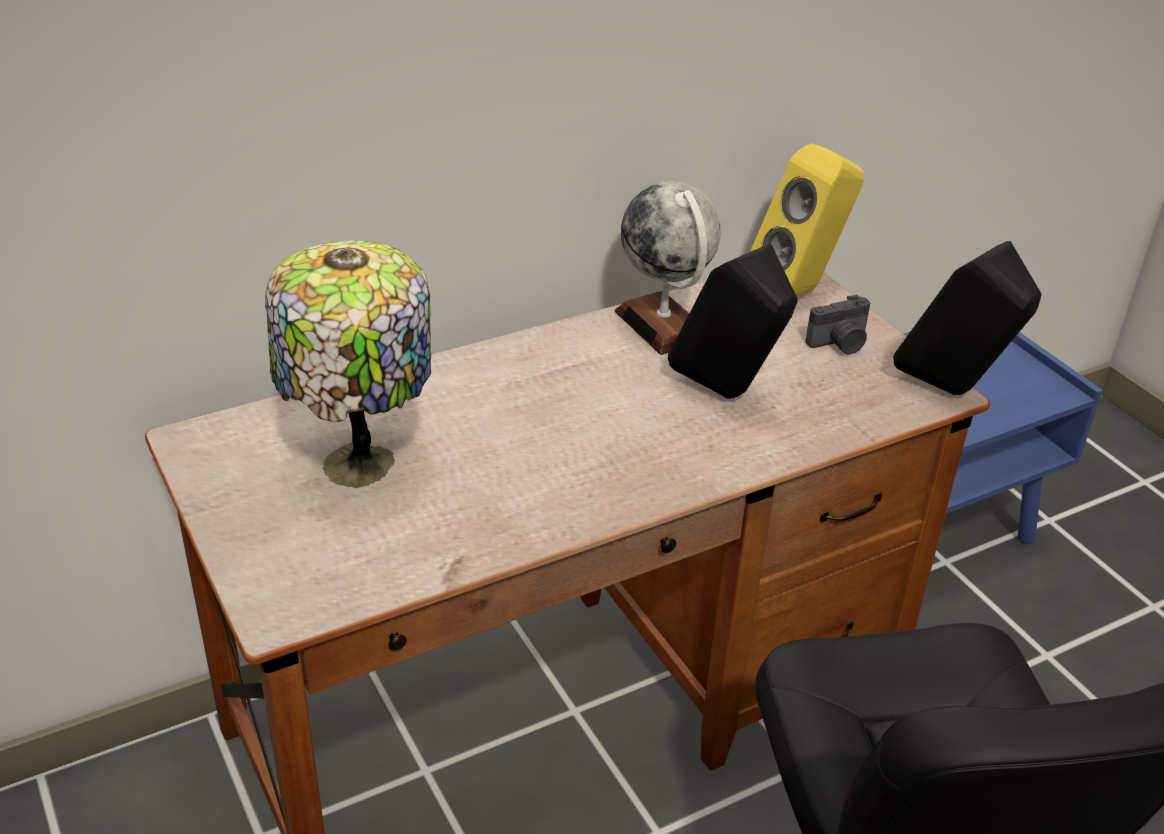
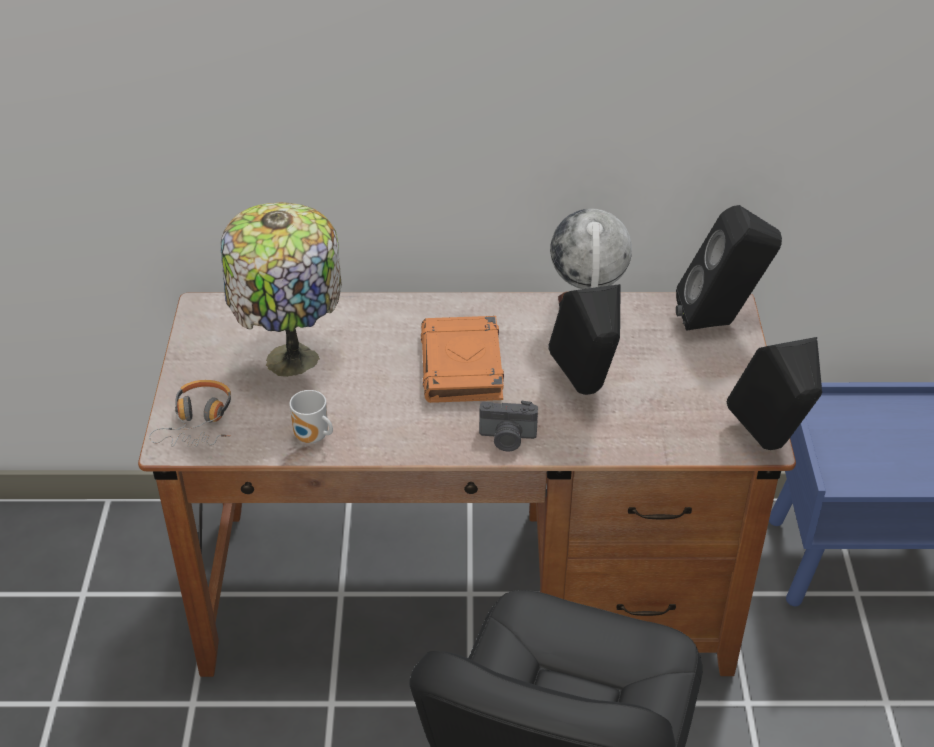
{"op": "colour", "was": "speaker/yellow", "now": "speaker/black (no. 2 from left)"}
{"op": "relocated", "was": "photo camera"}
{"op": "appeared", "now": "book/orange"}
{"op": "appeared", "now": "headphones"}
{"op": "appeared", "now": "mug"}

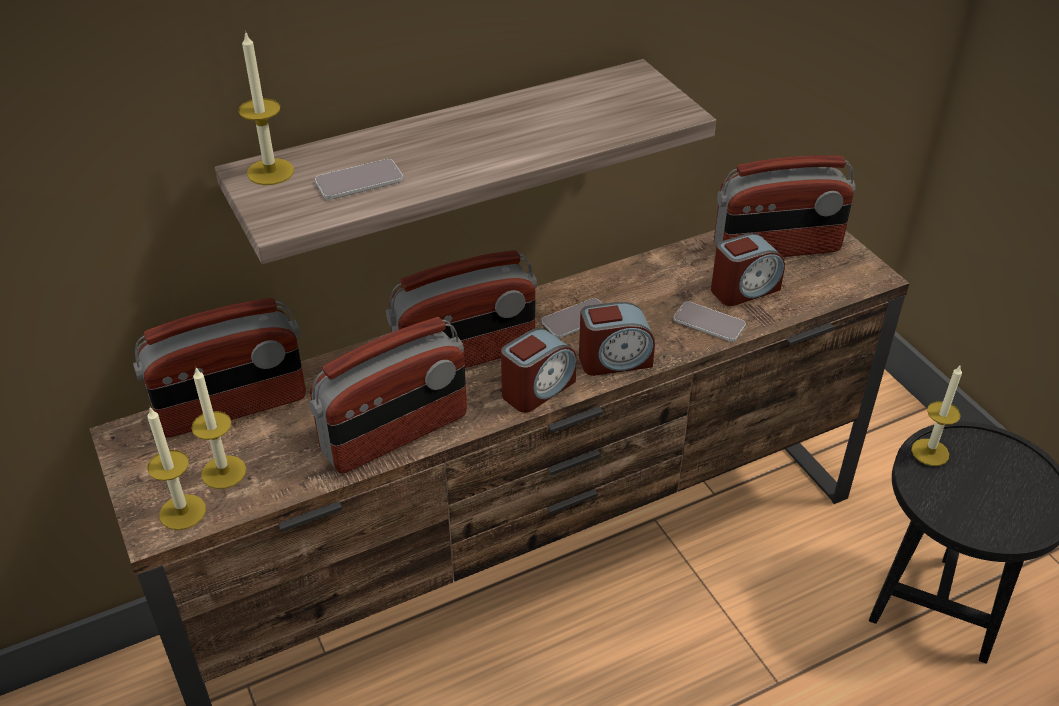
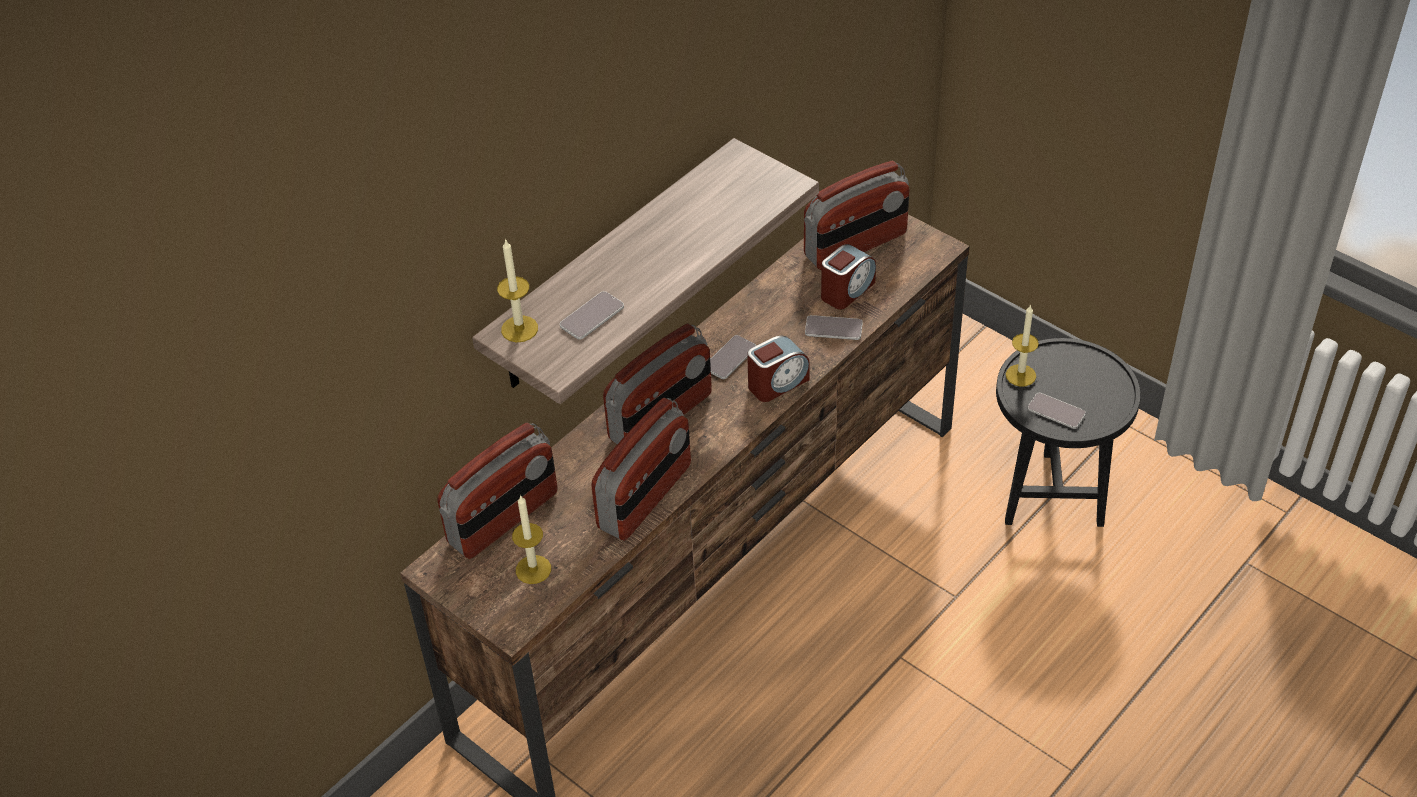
{"op": "missing", "was": "alarm clock (no. 1 from left)"}
{"op": "missing", "was": "candle (no. 1 from left)"}
{"op": "appeared", "now": "phone (no. 4 from left)"}

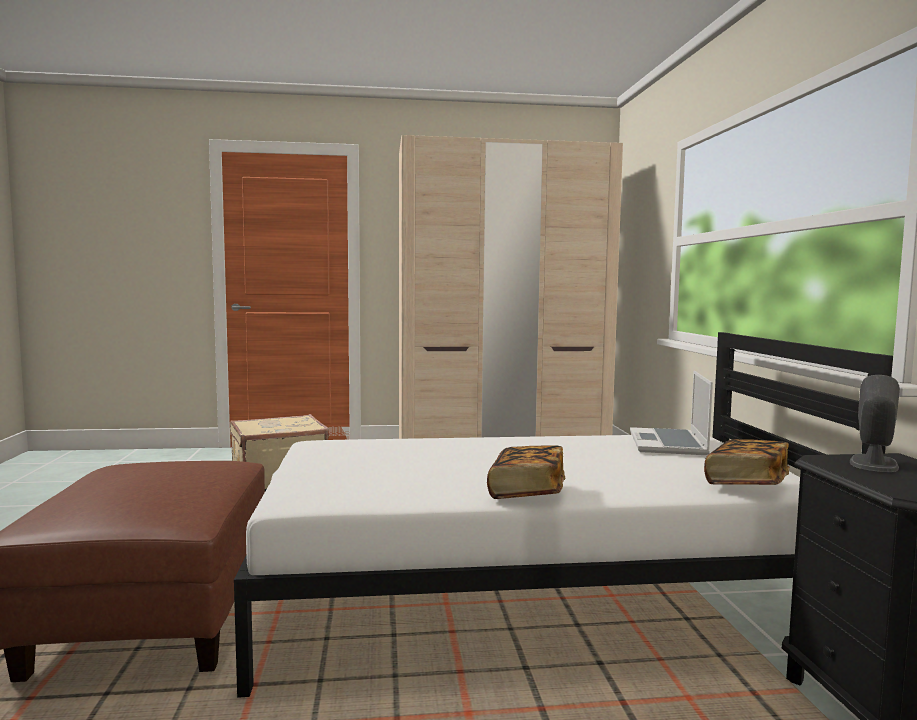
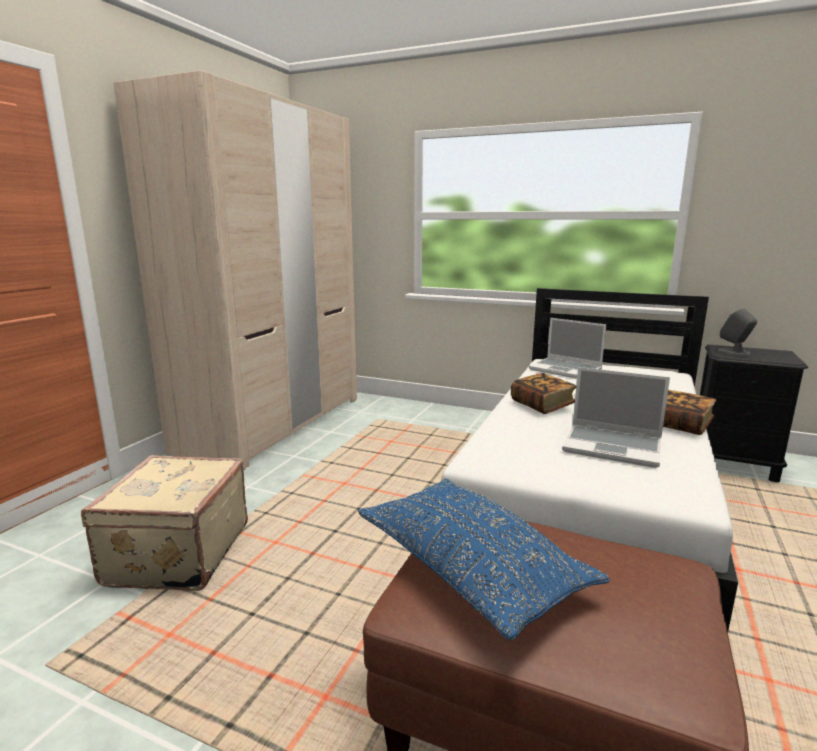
{"op": "relocated", "was": "book (no. 2 from left in the first image)", "now": "book (no. 1 from left)"}
{"op": "appeared", "now": "laptop (no. 2 from left)"}
{"op": "appeared", "now": "pillow/blue"}

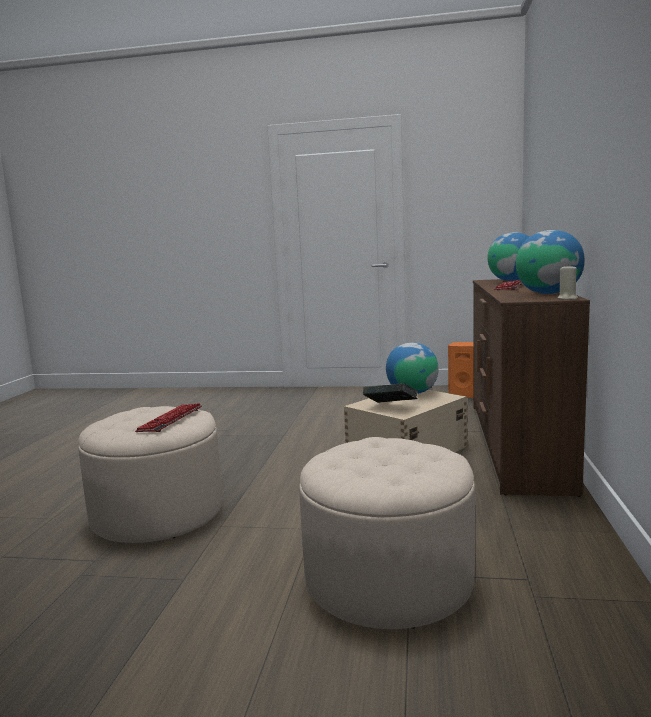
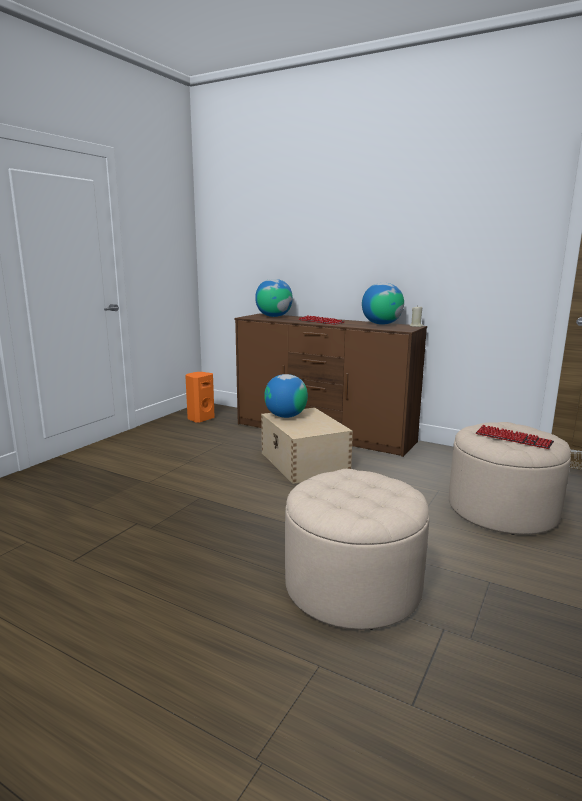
{"op": "missing", "was": "book"}
{"op": "relocated", "was": "keyboard (no. 1 from left in the first image)", "now": "keyboard (no. 2 from left)"}

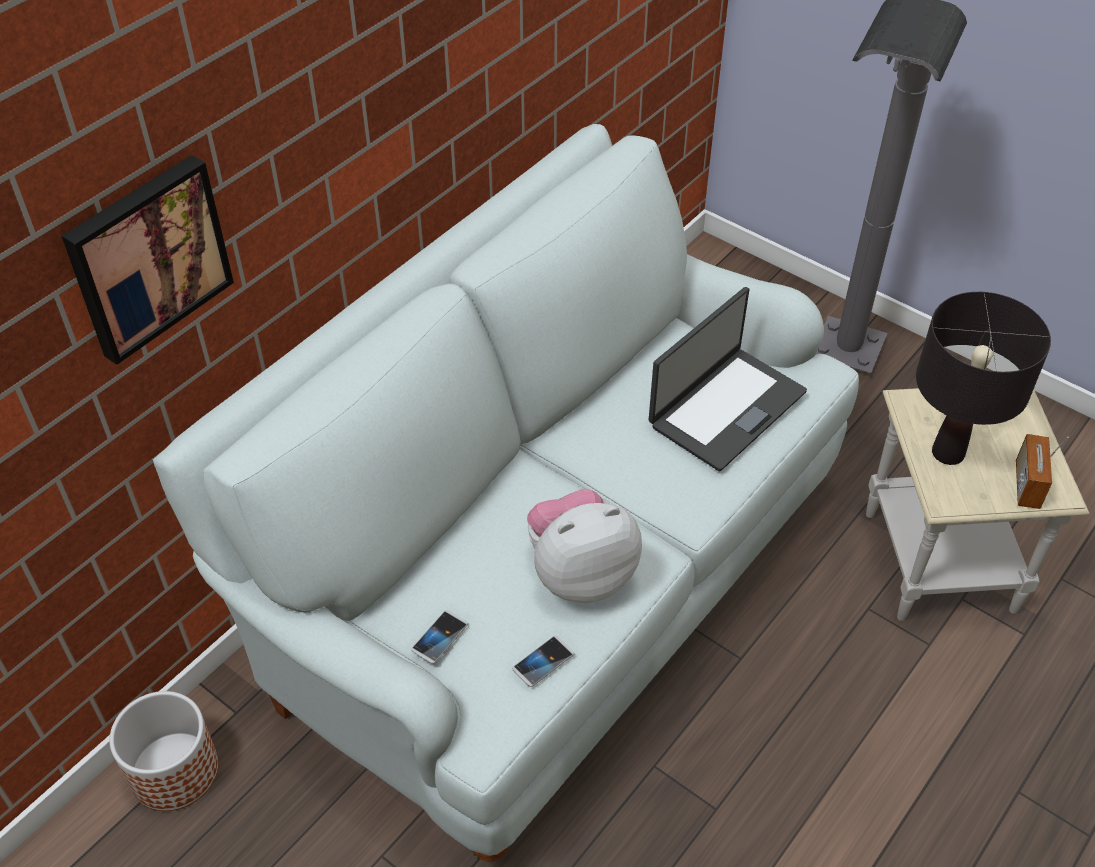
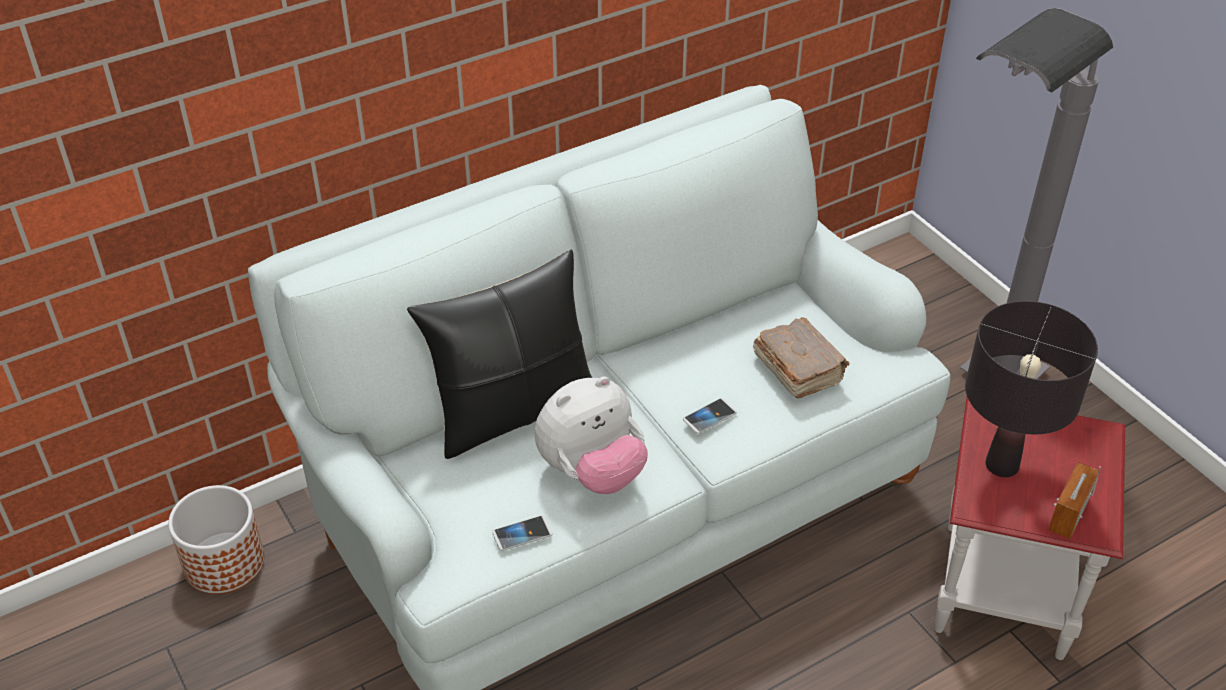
{"op": "missing", "was": "picture"}
{"op": "exchanged", "was": "laptop", "now": "book/brown"}
{"op": "colour", "was": "side table/beige", "now": "side table/red"}
{"op": "spun", "was": "plush toy", "clockwise": 150}
{"op": "relocated", "was": "phone (no. 1 from left in the first image)", "now": "phone (no. 2 from left)"}
{"op": "appeared", "now": "pillow/black"}

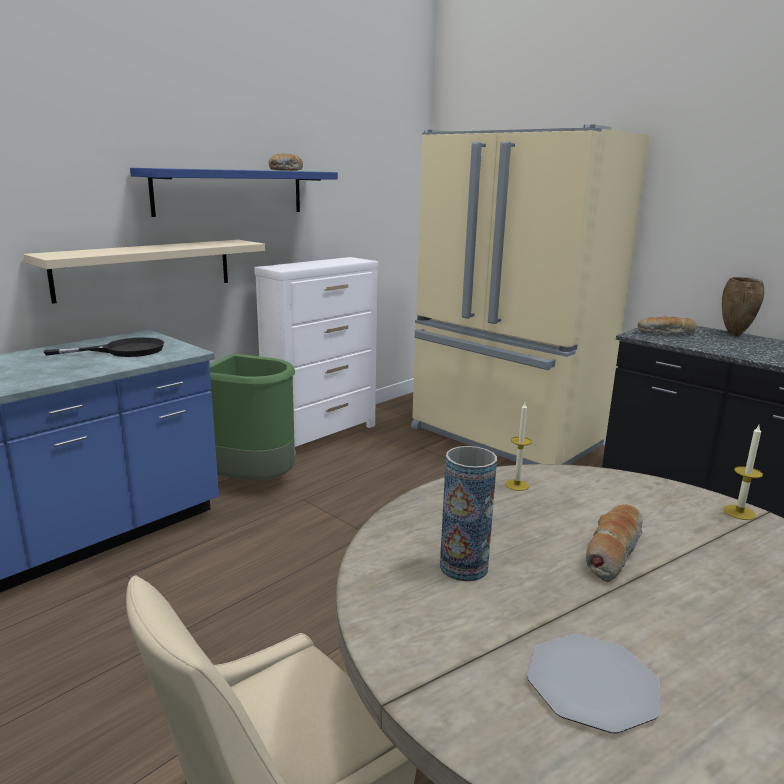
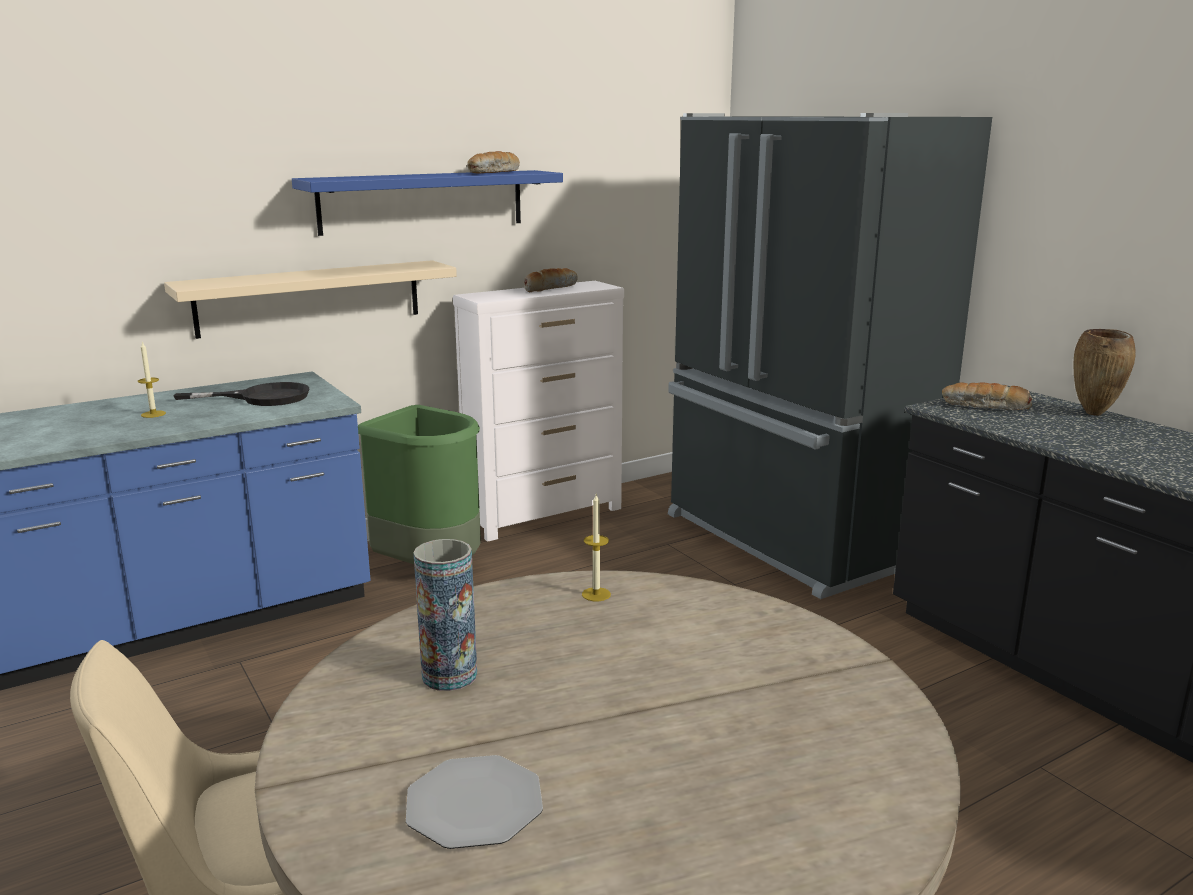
{"op": "colour", "was": "fridge/beige", "now": "fridge/black"}
{"op": "relocated", "was": "candle (no. 2 from left in the first image)", "now": "candle (no. 1 from left)"}
{"op": "relocated", "was": "bread (no. 2 from left)"}

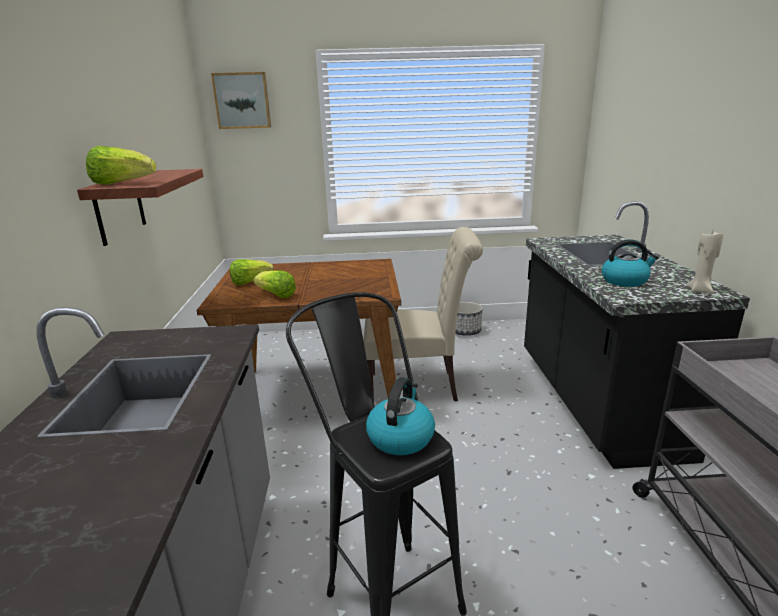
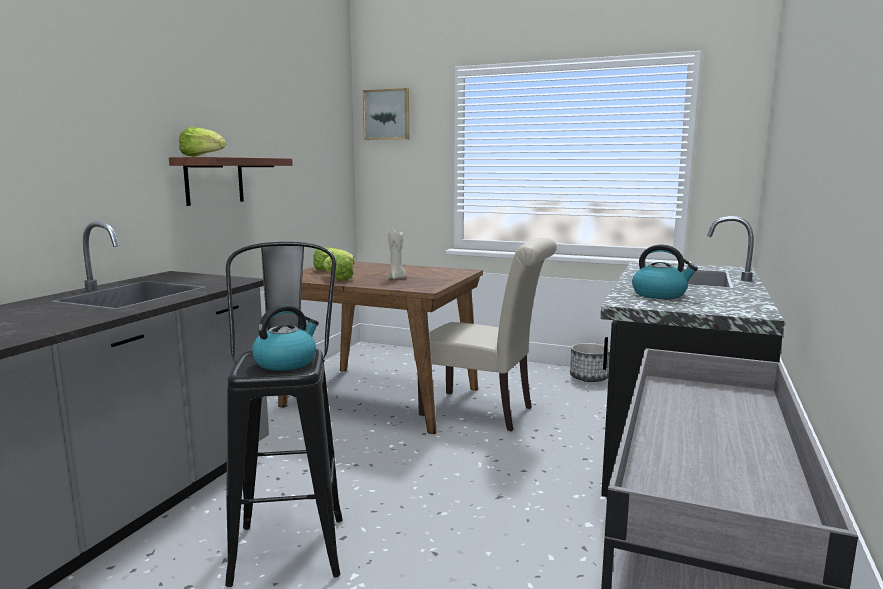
{"op": "relocated", "was": "candle/beige"}

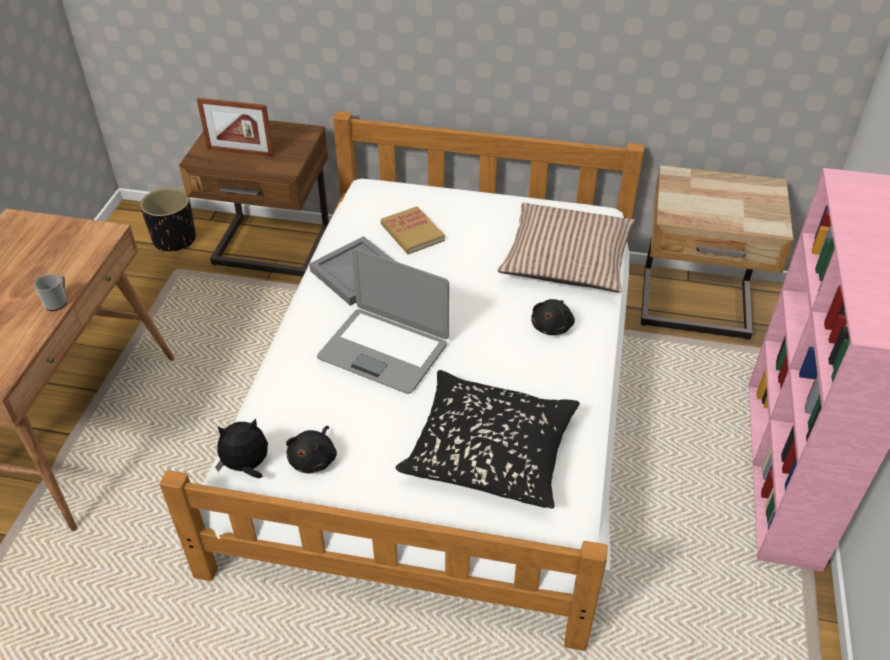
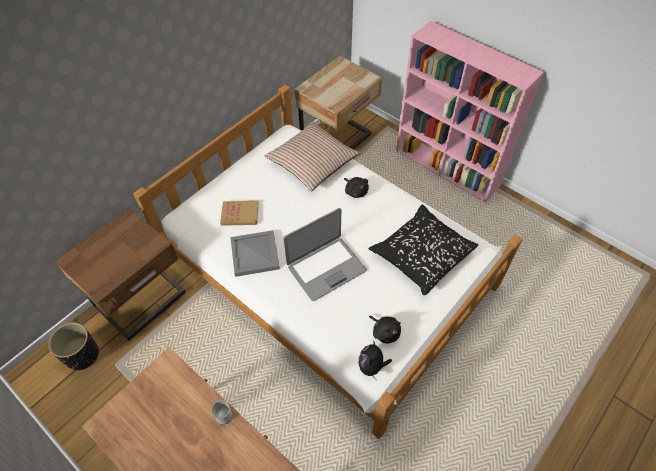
{"op": "missing", "was": "picture frame"}

